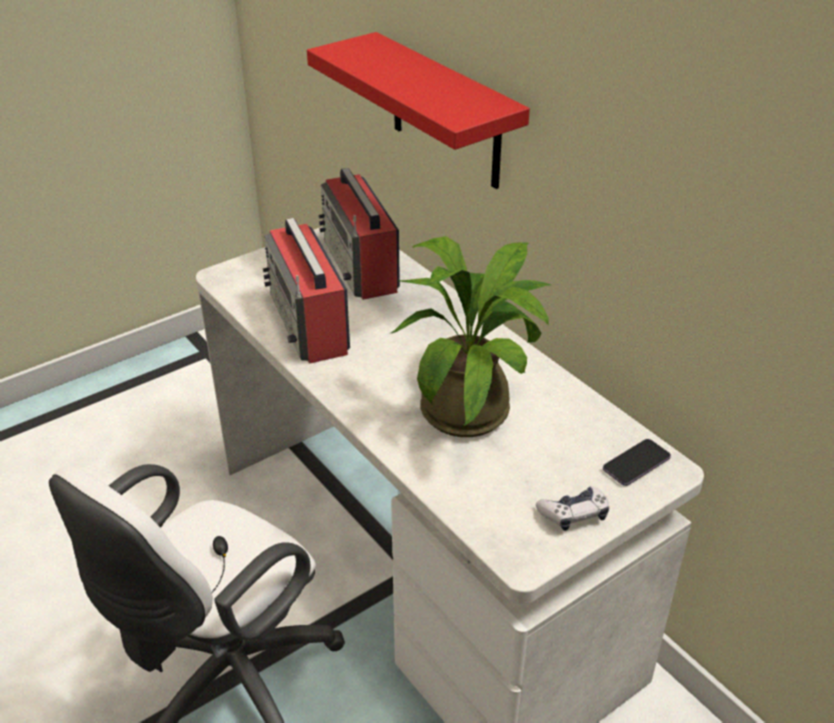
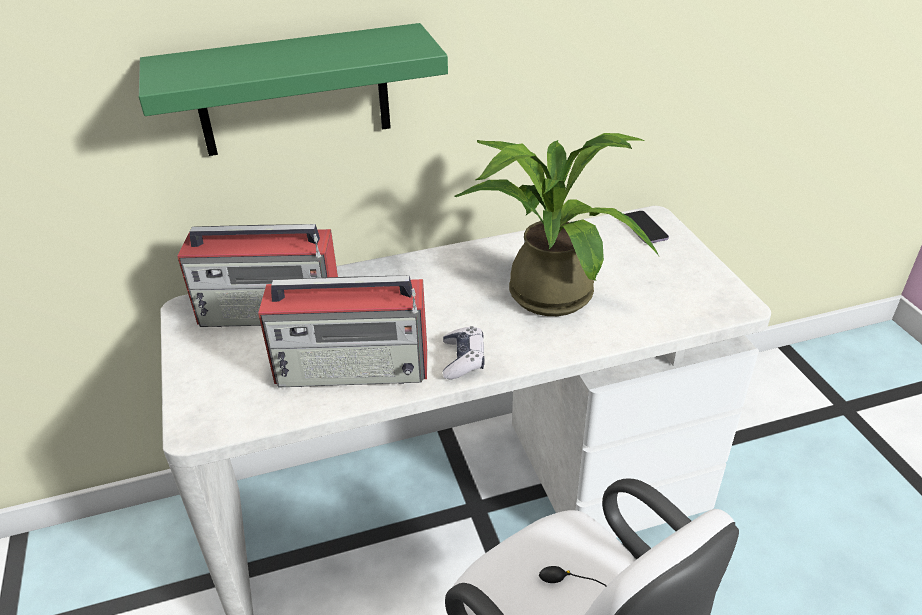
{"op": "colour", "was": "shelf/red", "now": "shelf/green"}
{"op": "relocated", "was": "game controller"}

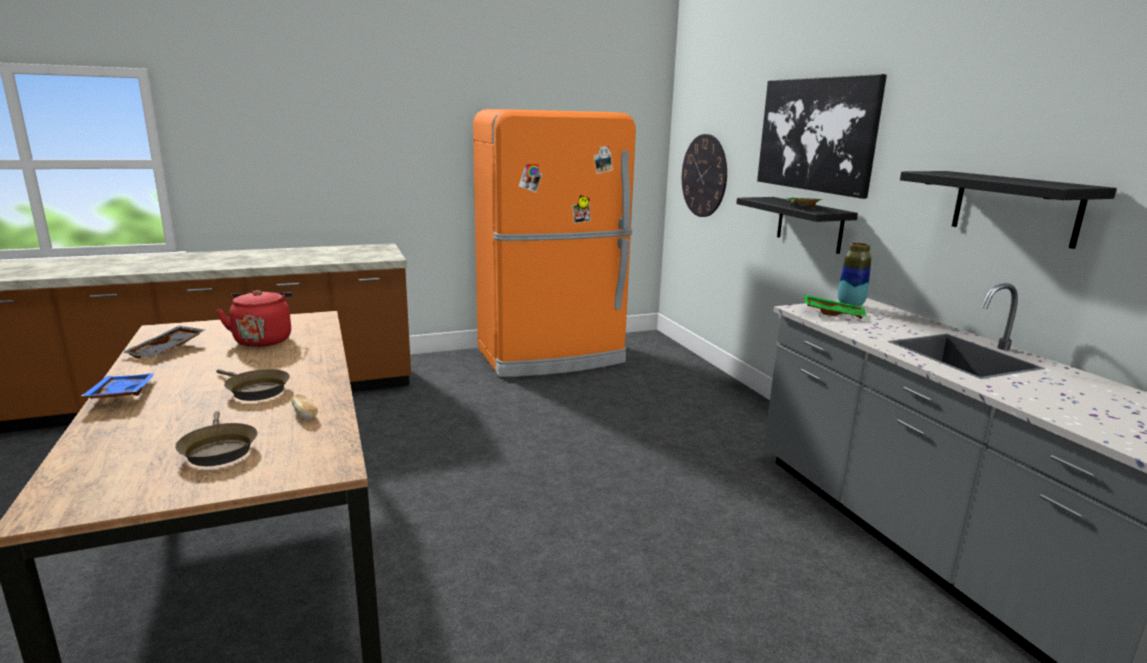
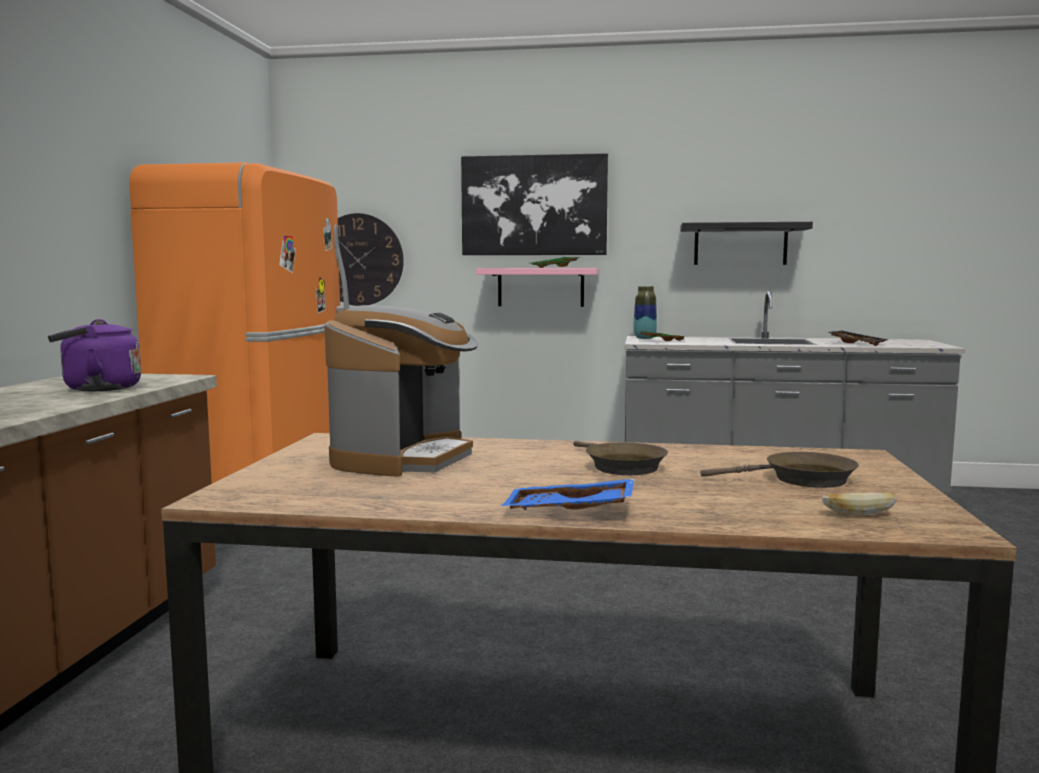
{"op": "colour", "was": "shelf/black (no. 1 from left)", "now": "shelf/pink"}
{"op": "exchanged", "was": "kettle/red", "now": "coffee machine"}
{"op": "relocated", "was": "tray/black"}
{"op": "spun", "was": "frying pan/brown (no. 2 from left in the first image)", "clockwise": 90}
{"op": "relocated", "was": "bread"}
{"op": "appeared", "now": "kettle/purple"}

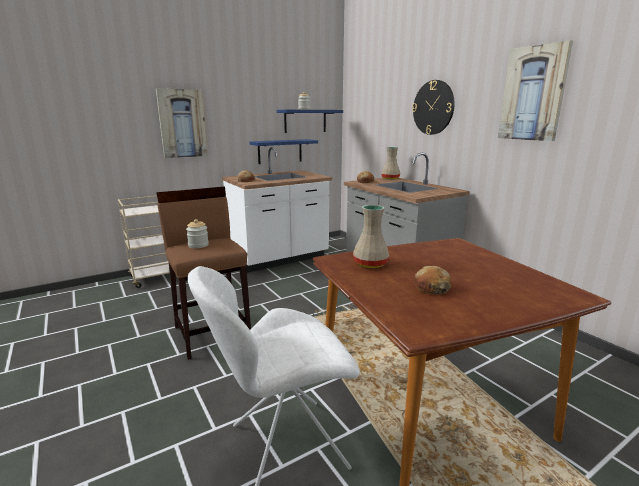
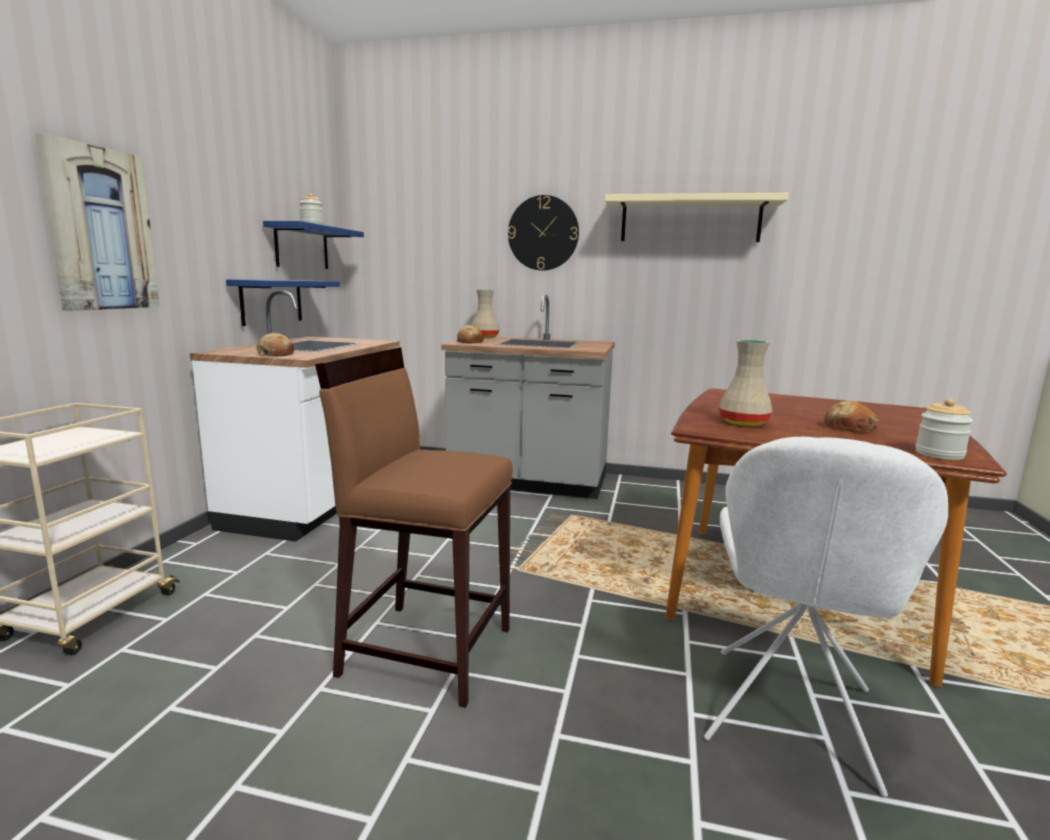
{"op": "exchanged", "was": "picture (no. 2 from left)", "now": "shelf/beige"}
{"op": "relocated", "was": "jar (no. 1 from left in the first image)", "now": "jar (no. 2 from left)"}

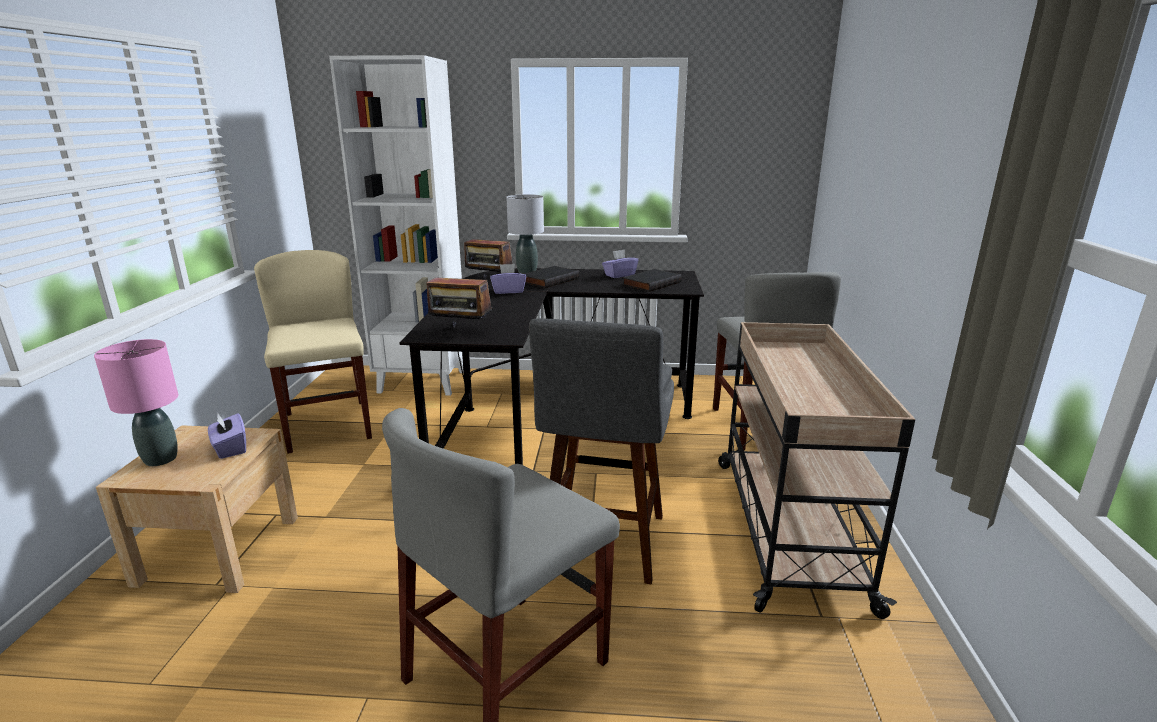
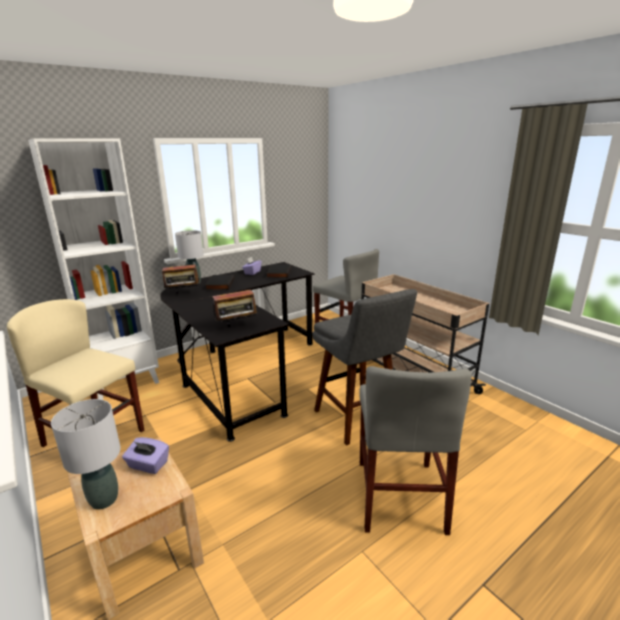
{"op": "missing", "was": "tissue box/purple (no. 2 from left)"}
{"op": "colour", "was": "table lamp/pink", "now": "table lamp/grey (no. 1 from left)"}

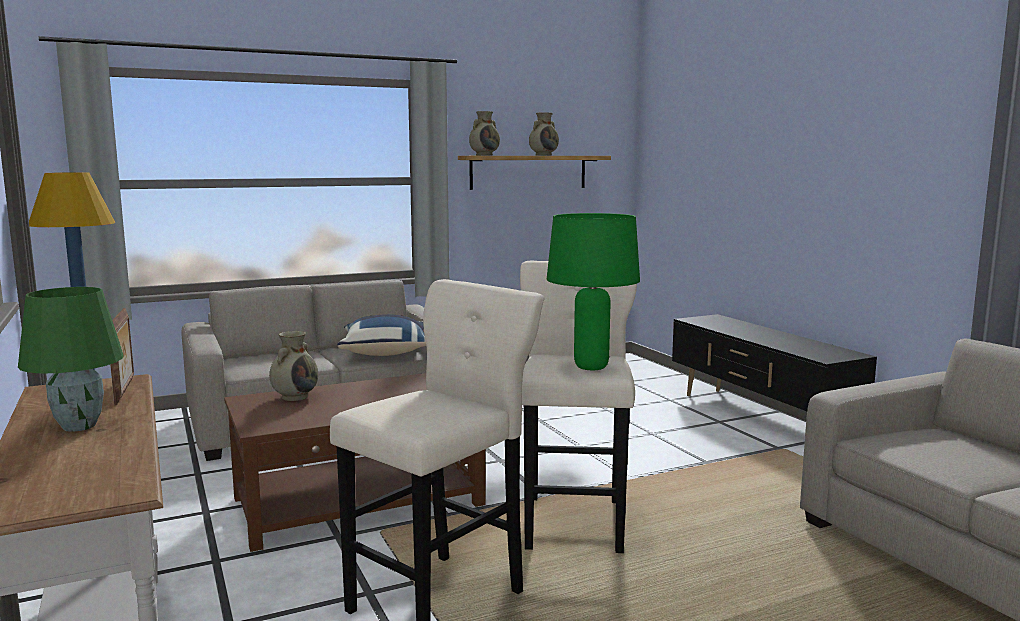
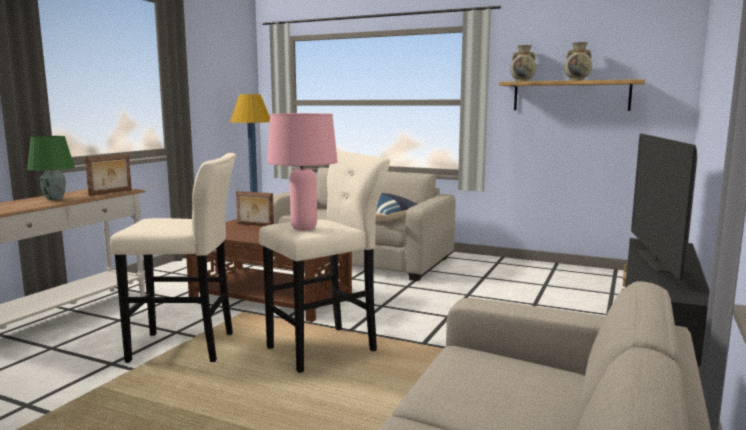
{"op": "colour", "was": "table lamp/green (no. 2 from left)", "now": "table lamp/pink"}
{"op": "exchanged", "was": "vase/beige (no. 1 from left)", "now": "picture frame (no. 2 from left)"}
{"op": "appeared", "now": "television"}

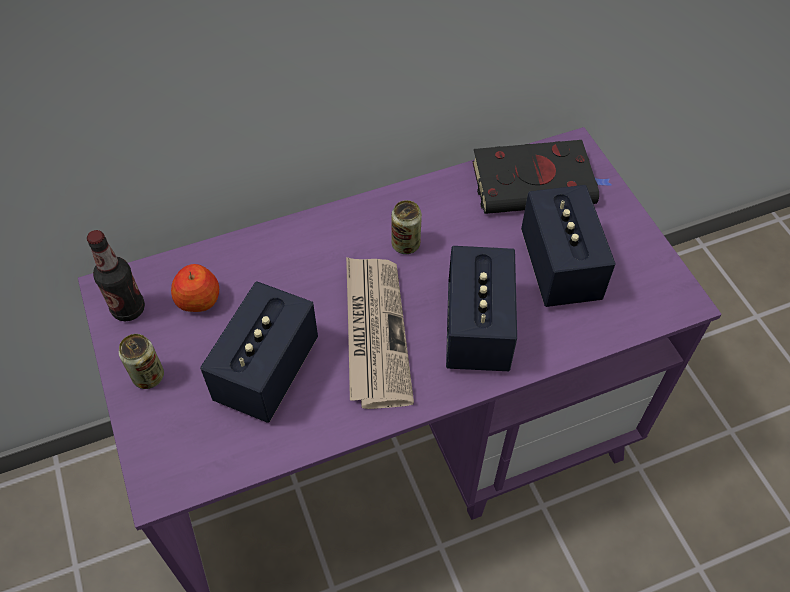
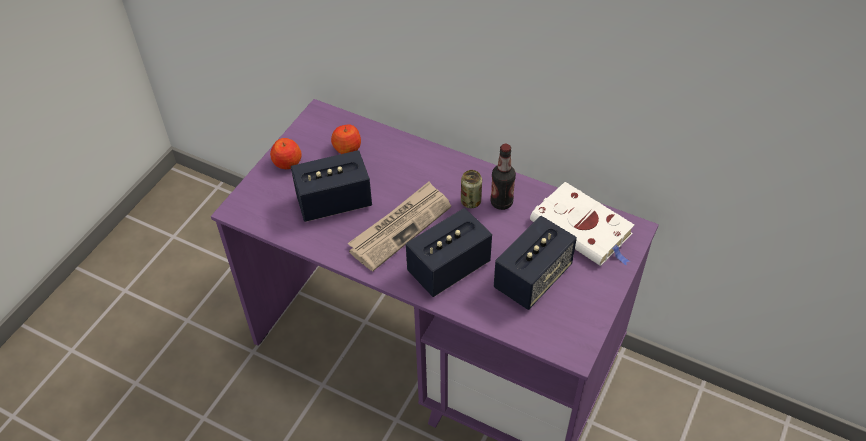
{"op": "colour", "was": "book/black", "now": "book/white"}
{"op": "relocated", "was": "bottle"}
{"op": "exchanged", "was": "can (no. 1 from left)", "now": "apple (no. 1 from left)"}

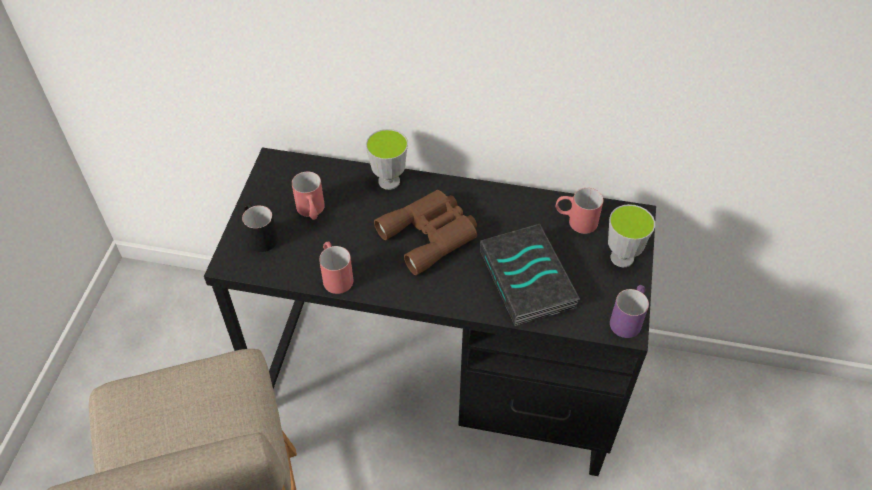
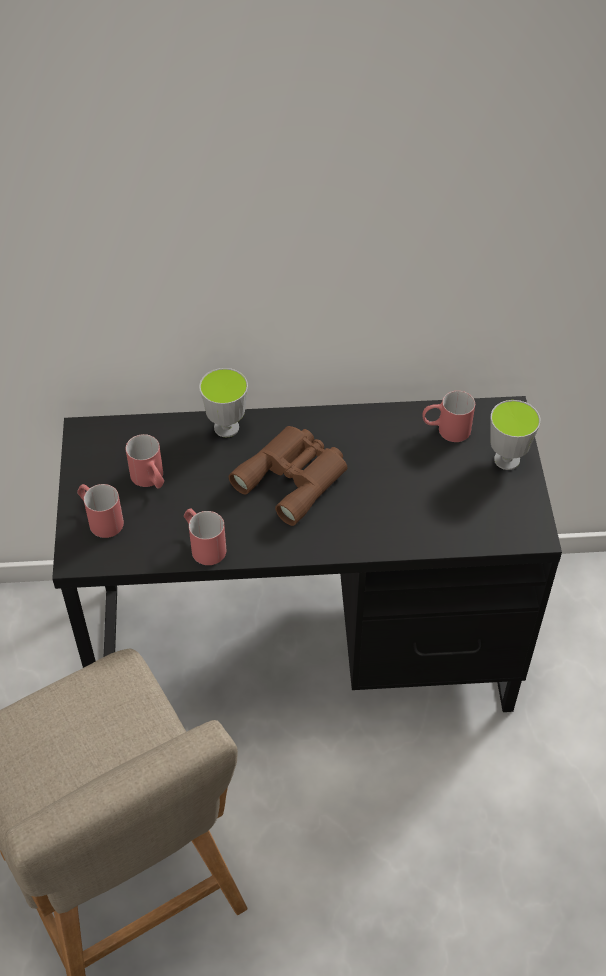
{"op": "colour", "was": "mug/black", "now": "mug/red (no. 1 from left)"}
{"op": "missing", "was": "book"}
{"op": "missing", "was": "mug/purple"}

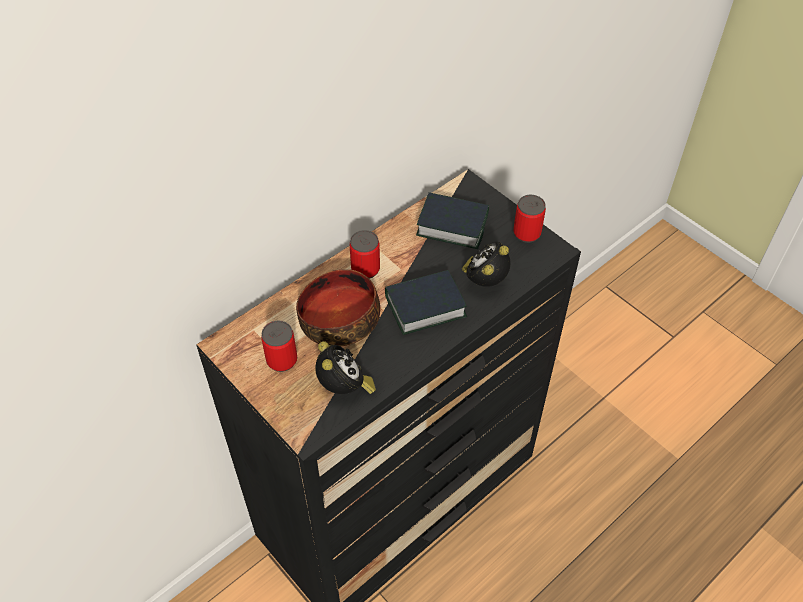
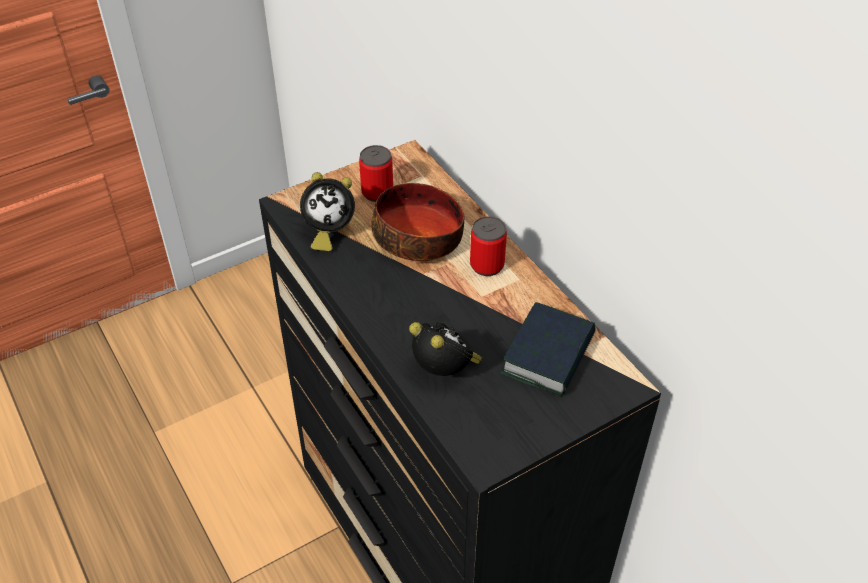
{"op": "missing", "was": "can (no. 3 from left)"}
{"op": "missing", "was": "book (no. 1 from left)"}

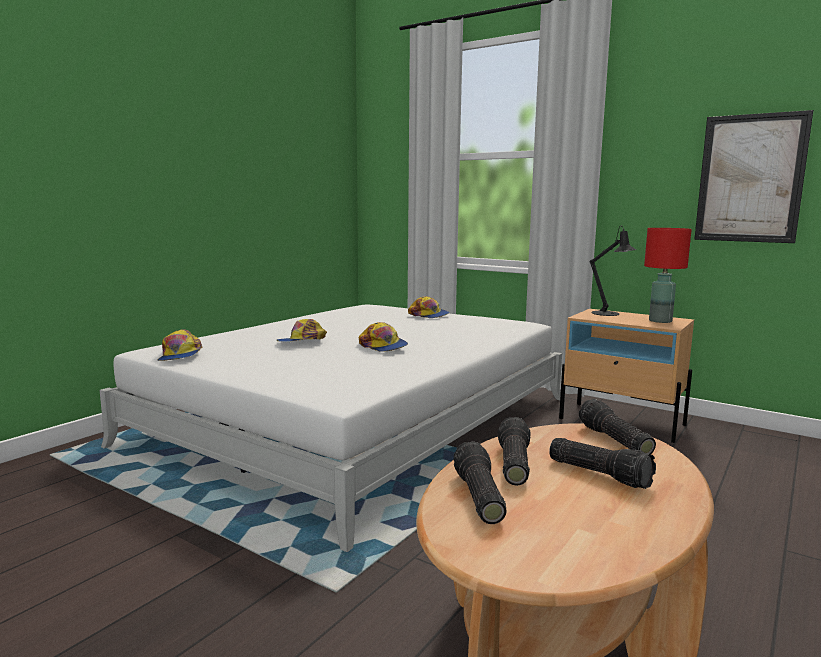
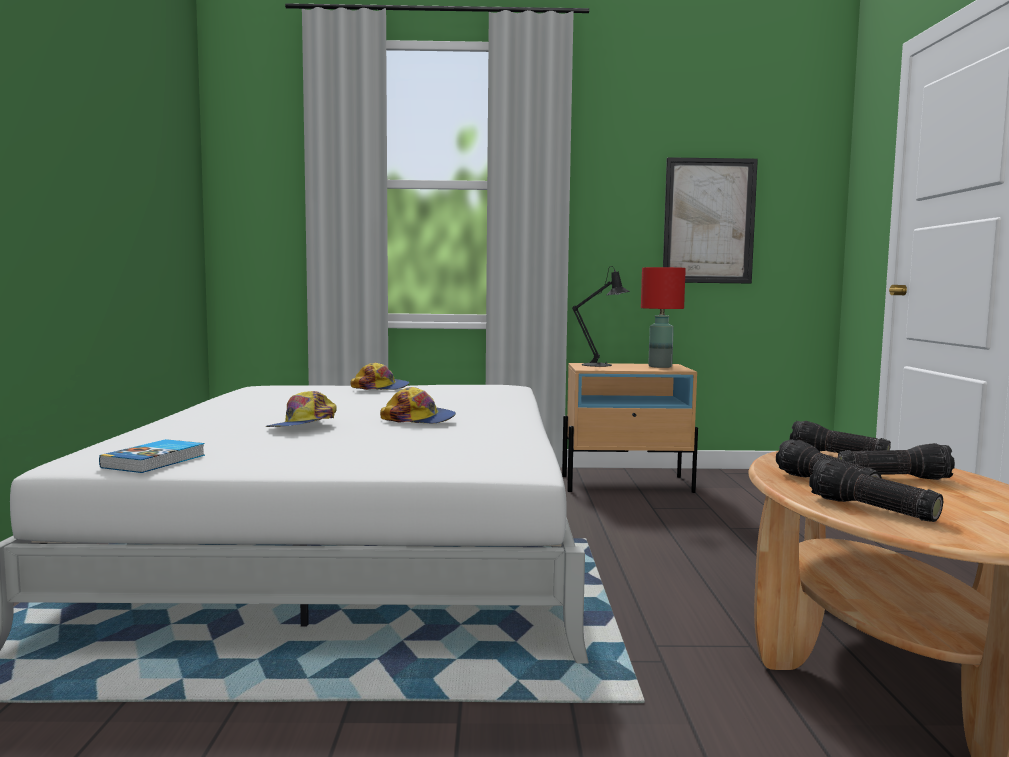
{"op": "exchanged", "was": "cap (no. 1 from left)", "now": "book"}

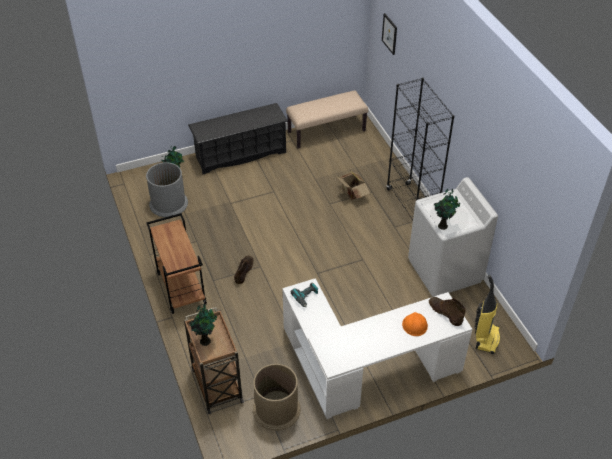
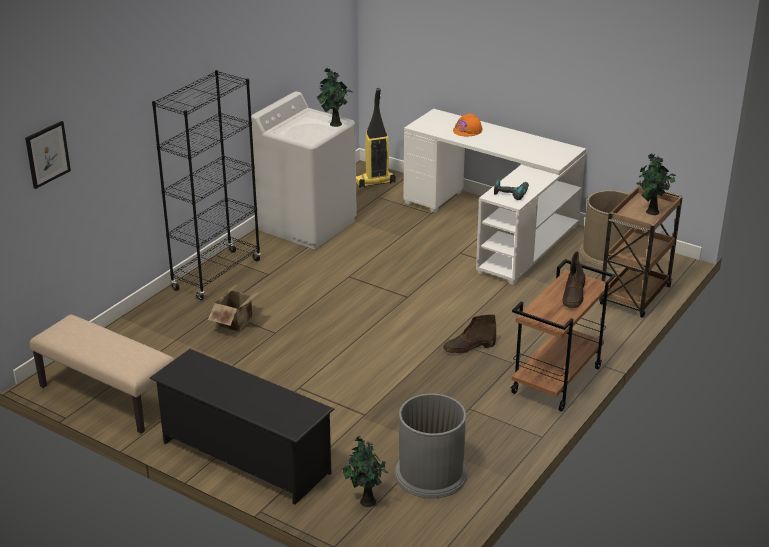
{"op": "relocated", "was": "boot/brown (no. 2 from left)"}

